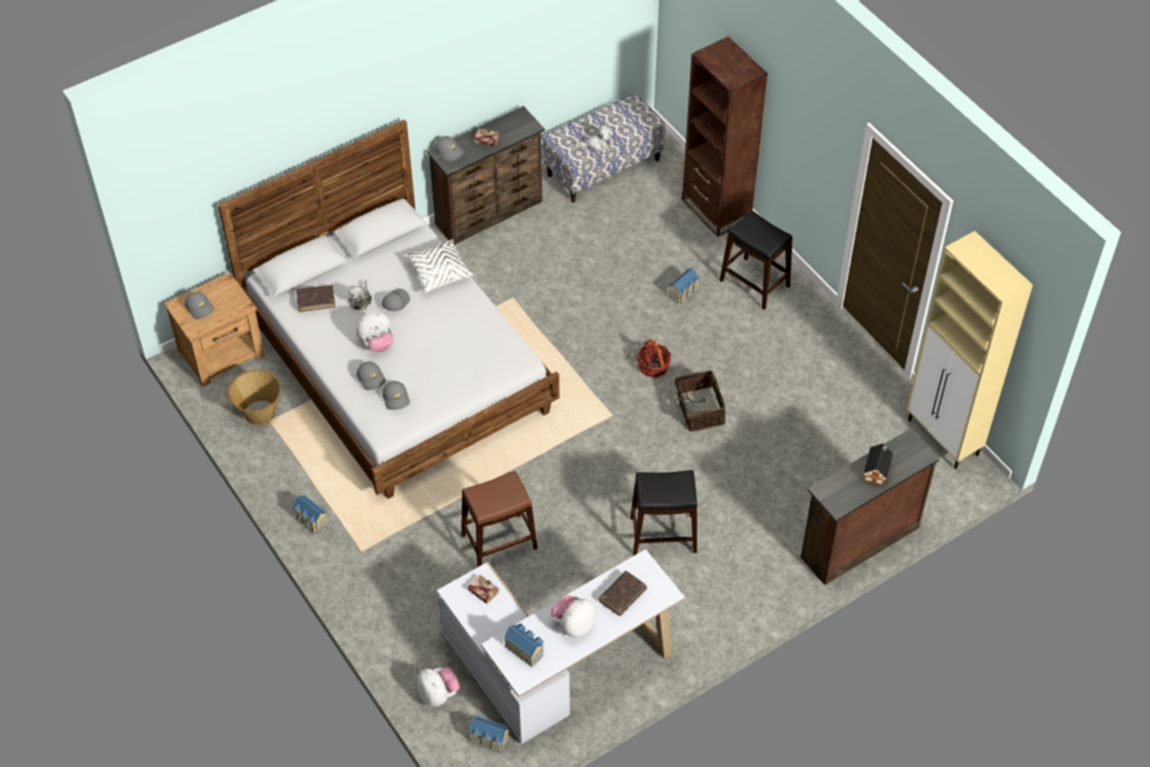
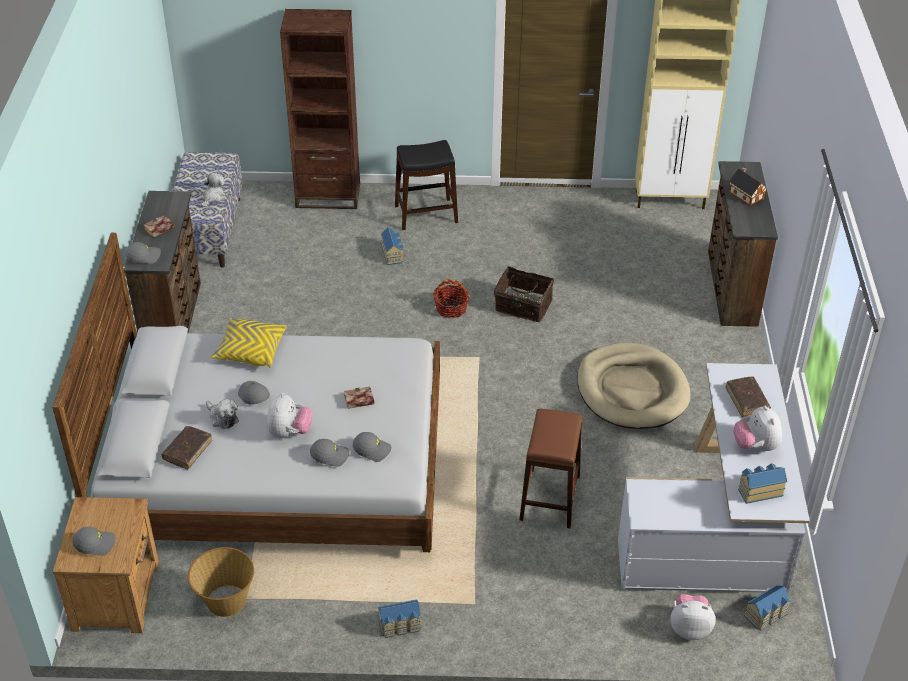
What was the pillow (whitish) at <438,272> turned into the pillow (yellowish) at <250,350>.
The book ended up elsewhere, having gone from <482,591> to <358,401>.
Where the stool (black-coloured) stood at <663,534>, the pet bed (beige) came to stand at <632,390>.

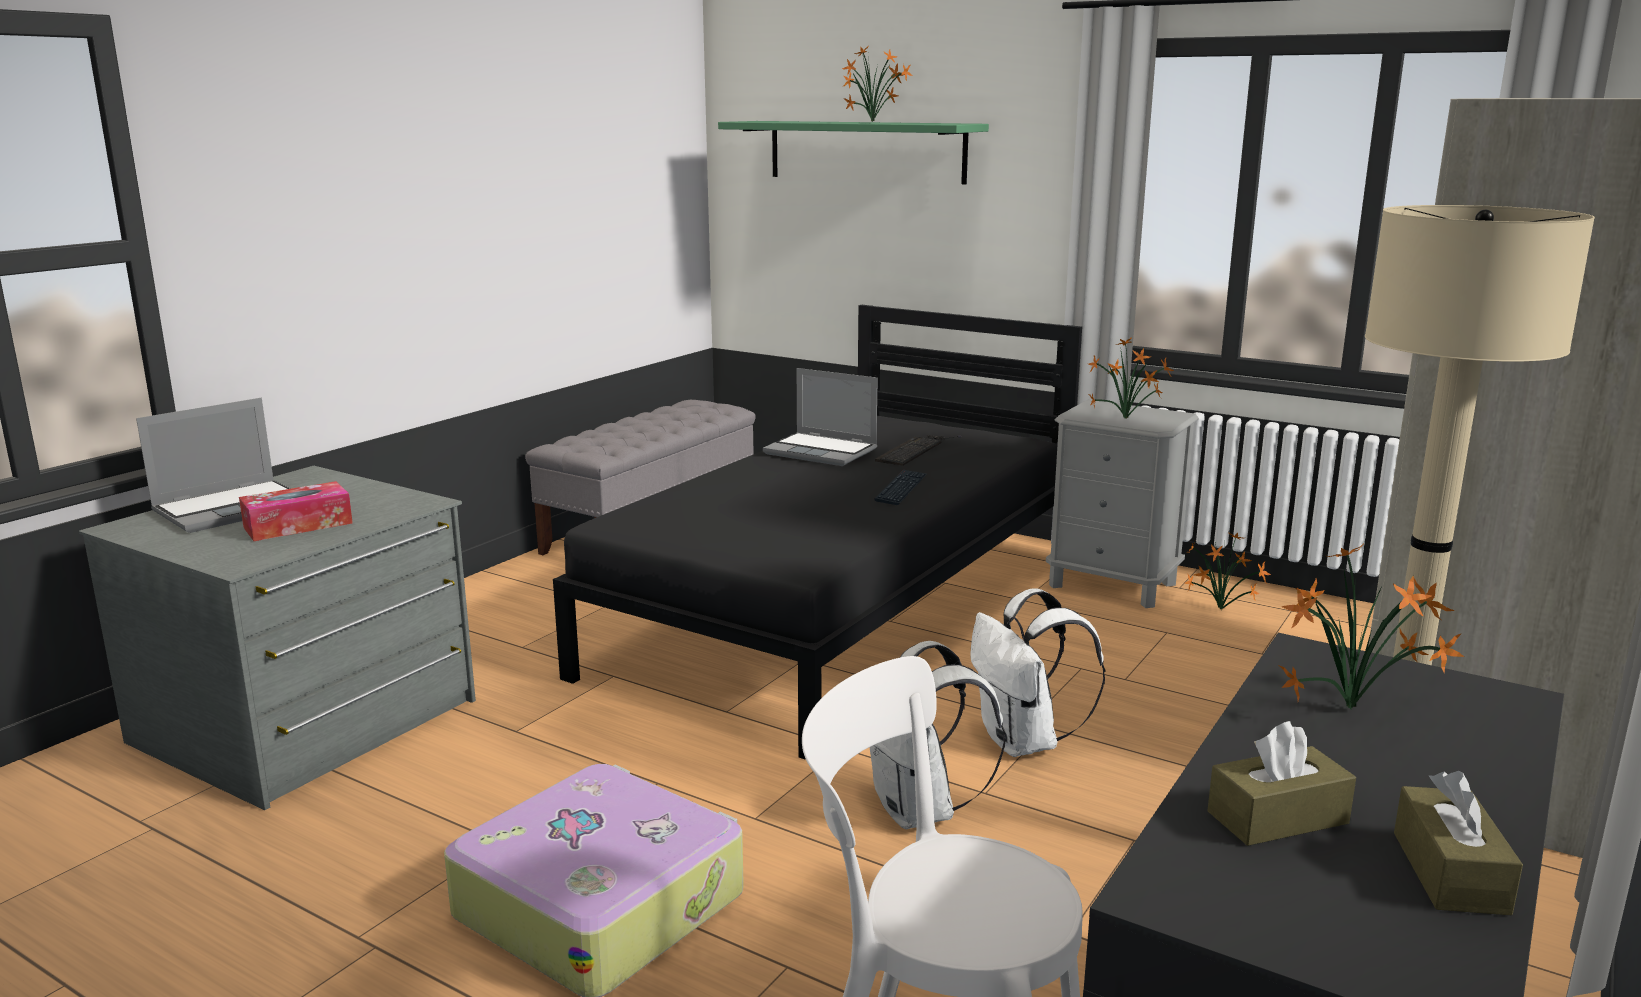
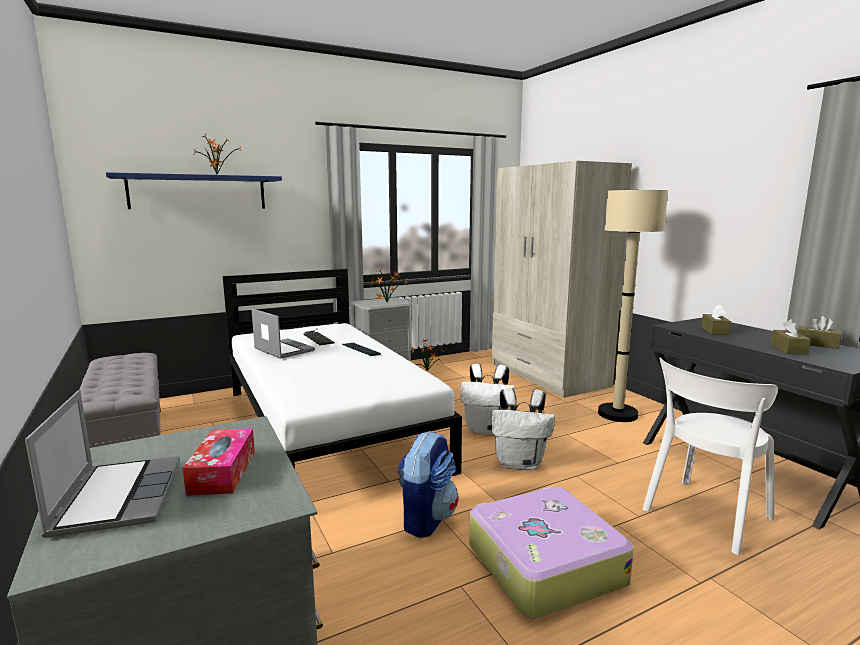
What was the bedroom bed (black-coloured) at <843,613> turned into the bedroom bed (whitish) at <328,427>.
What was the bracket shelf (green-coloured) at <866,151> turned into the bracket shelf (blue-coloured) at <198,192>.
The notebook computer at <822,451> ended up facing another way, 105 degrees counterclockwise from before.
Where the potted plant stood at <1355,710>, the box of tissues (brown) came to stand at <714,330>.
The second view gained the rucksack at <426,518>.

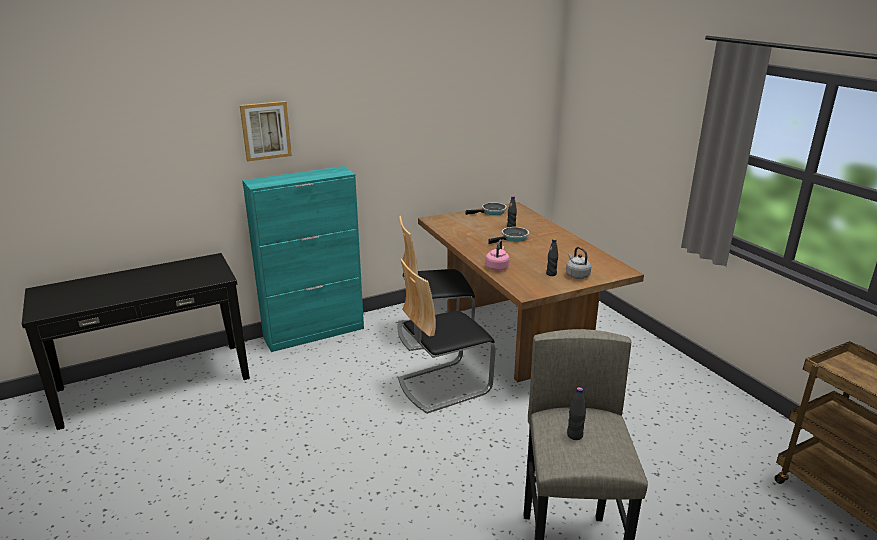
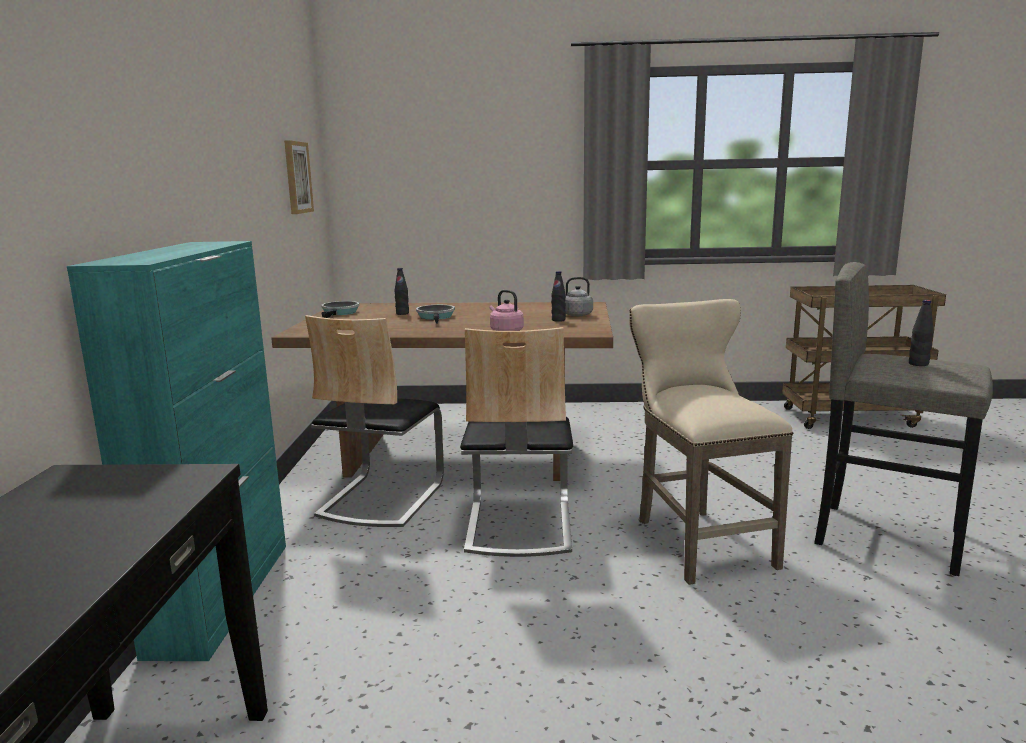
The wall art ended up elsewhere, having gone from <265,130> to <297,177>.
The second view gained the stool (beige) at <698,540>.

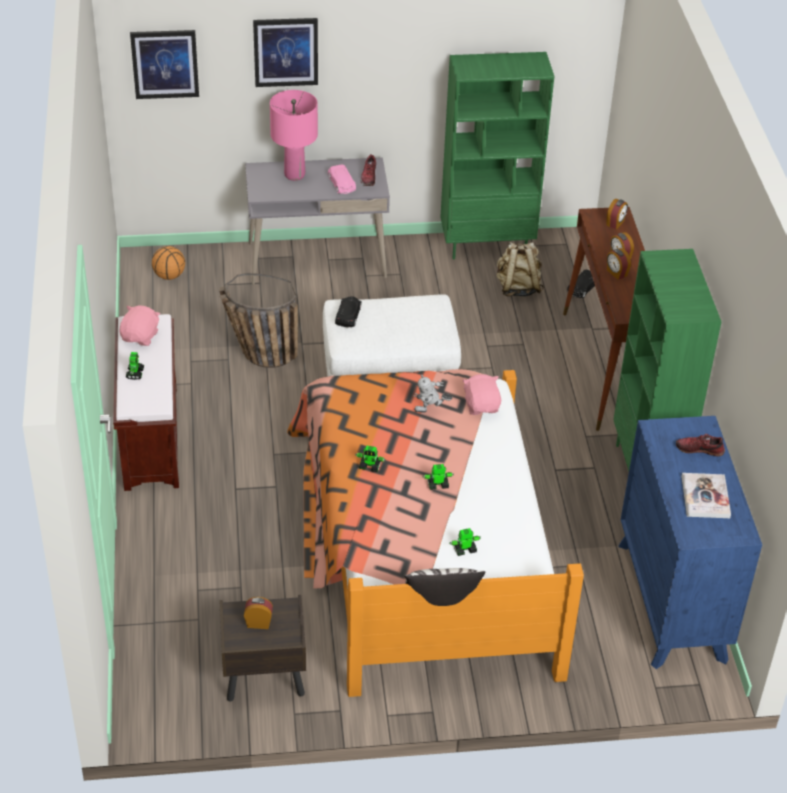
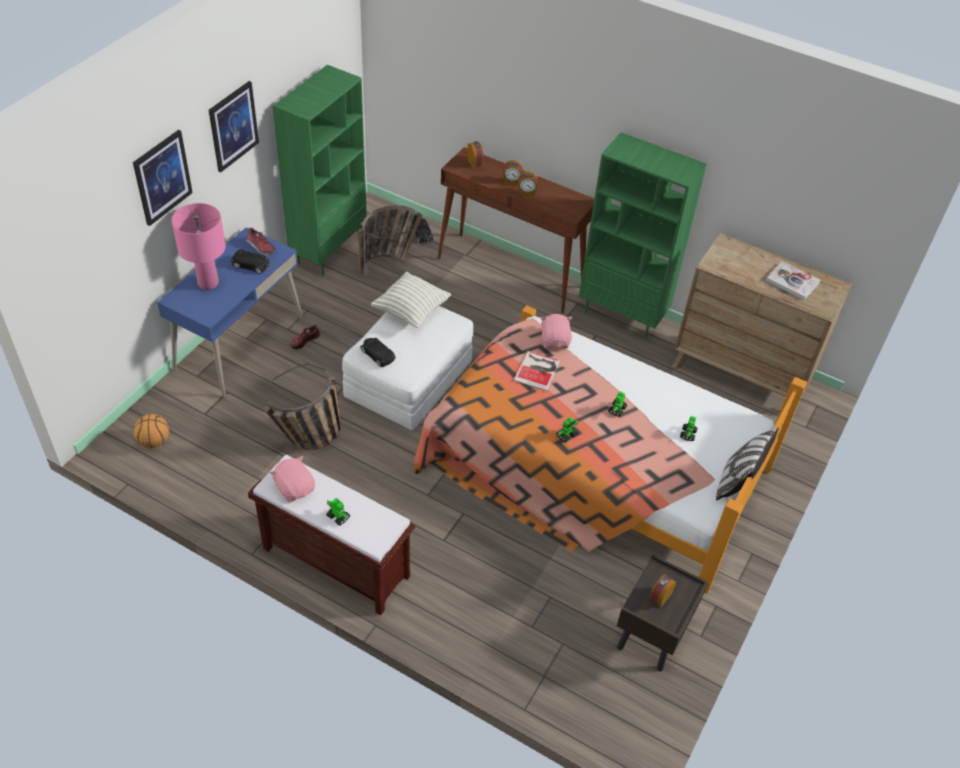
The wall art ended up elsewhere, having gone from <165,64> to <233,126>.
What was the desk unit (greyish) at <317,260> turned into the desk unit (blue-coloured) at <239,345>.
What was the miniature car (pink) at <342,184> turned into the miniature car (black-coloured) at <251,265>.
Where the toy robot stood at <430,412>, the book came to stand at <538,370>.
The cuddly toy (pink) at <481,405> ended up facing another way, 60 degrees clockwise from before.
Where the rucksack (beige) stood at <518,288>, the basket came to stand at <388,263>.
What was the drawer chest (blue-coloured) at <671,601> turned into the drawer chest (brown) at <740,374>.
The item of footwear ended up elsewhere, having gone from <699,449> to <304,341>.
The second view gained the pillow at <411,311>.

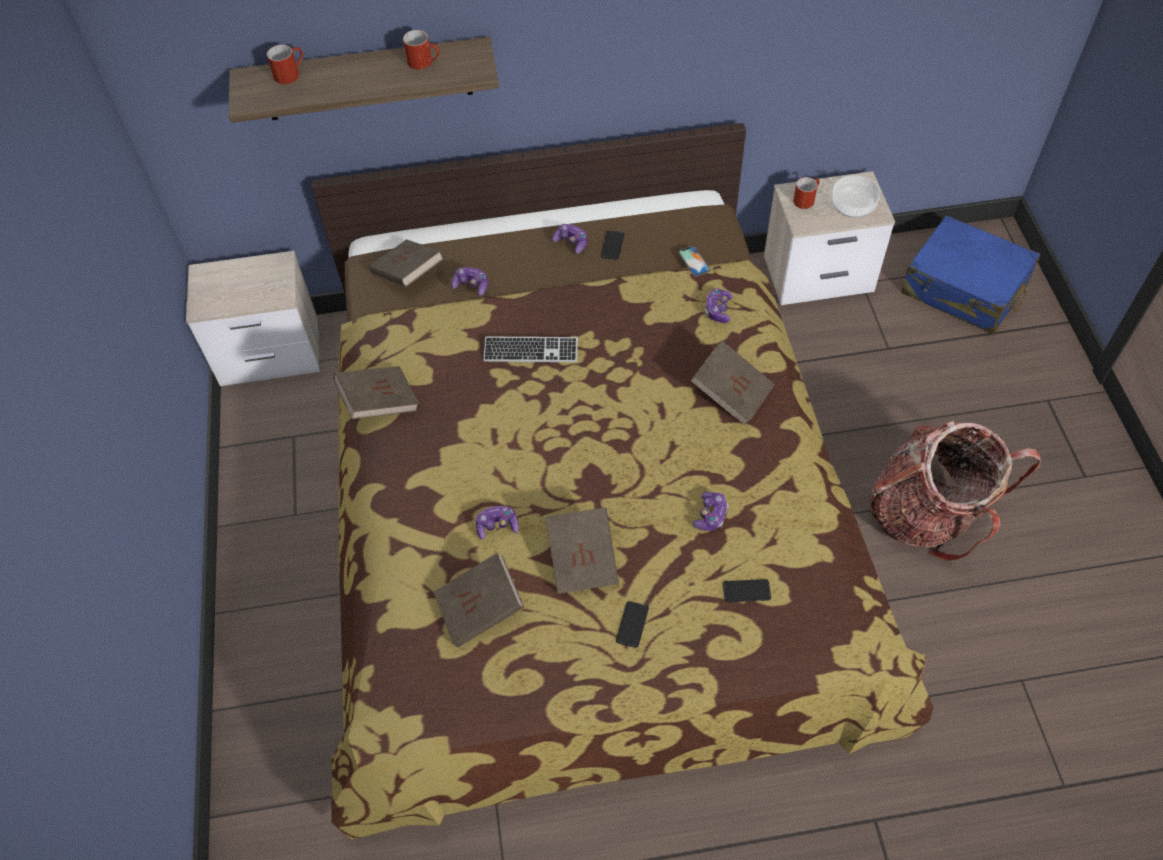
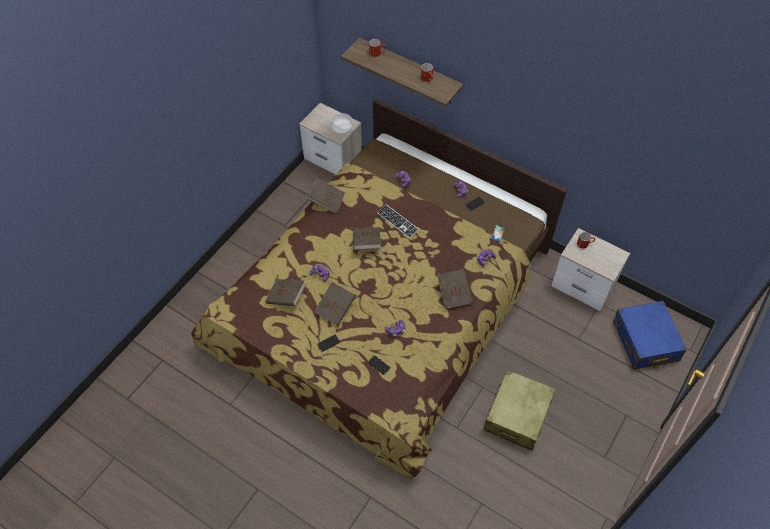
The book (brown) ended up elsewhere, having gone from <408,274> to <367,243>.
The serving bowl ended up elsewhere, having gone from <853,206> to <341,128>.
Where the rucksack stood at <928,514>, the piece of luggage (beige) came to stand at <517,415>.

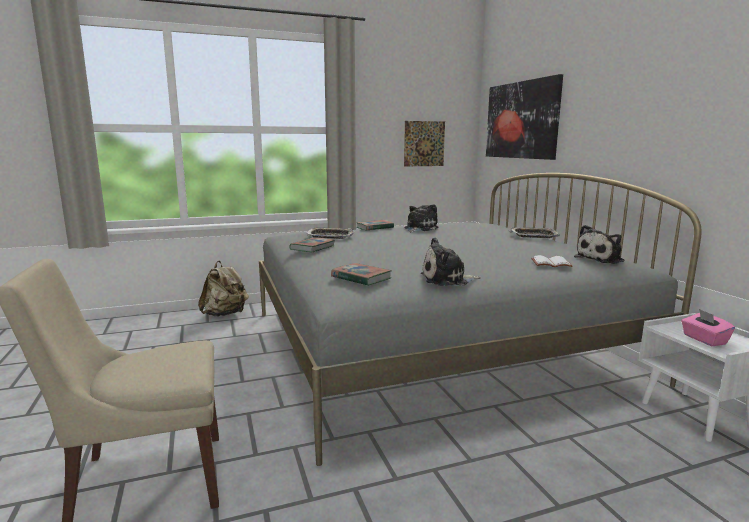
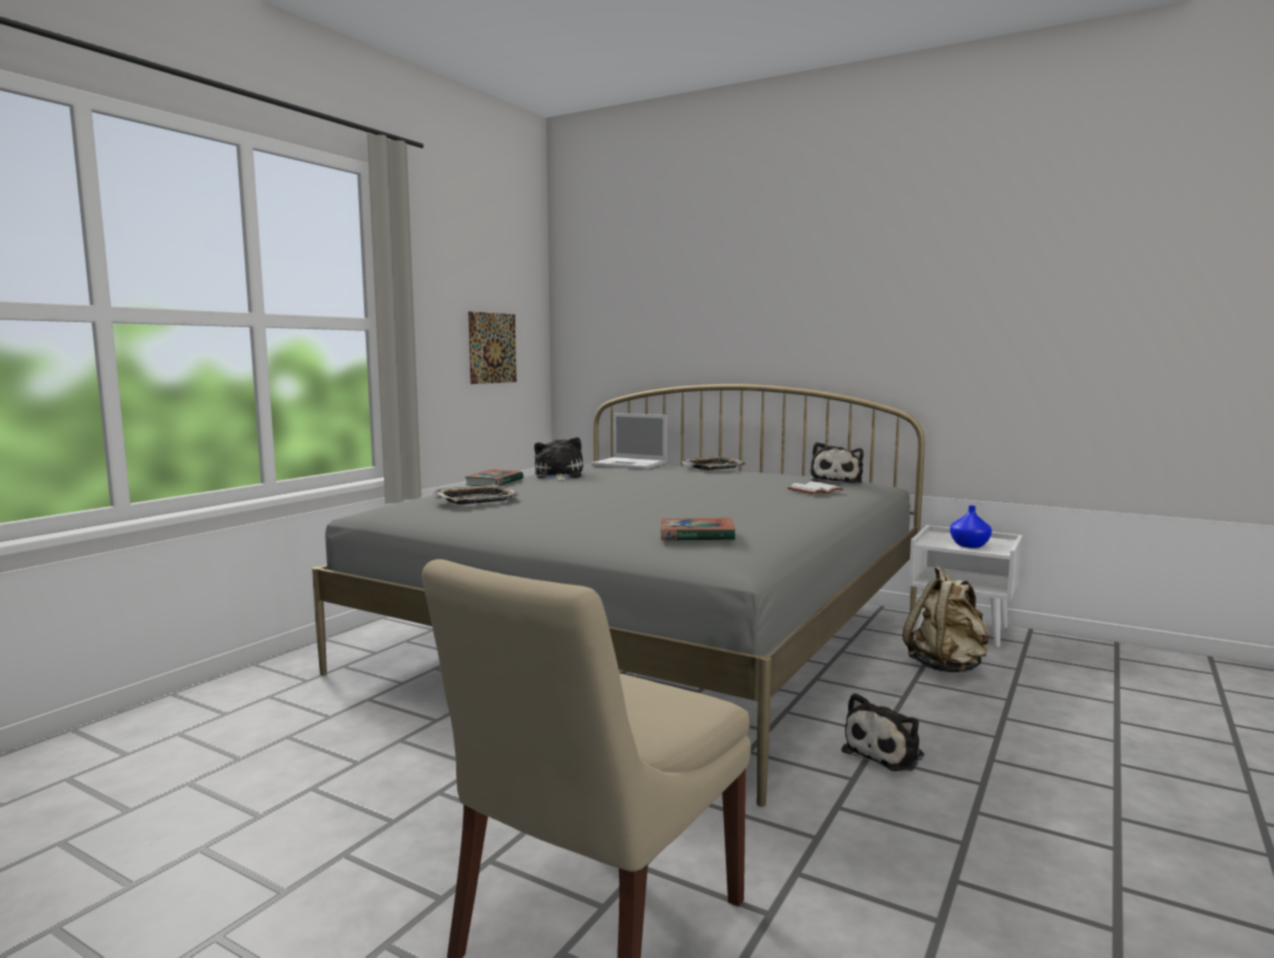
The rucksack (beige) ended up elsewhere, having gone from <225,314> to <947,667>.
The second view lost the book at <312,248>.
The cuddly toy ended up elsewhere, having gone from <447,280> to <886,753>.
The second view lost the wall art at <521,120>.
Where the box of tissues (pink) stood at <704,340>, the vase (blue-coloured) came to stand at <970,545>.
The second view gained the notebook computer at <631,464>.

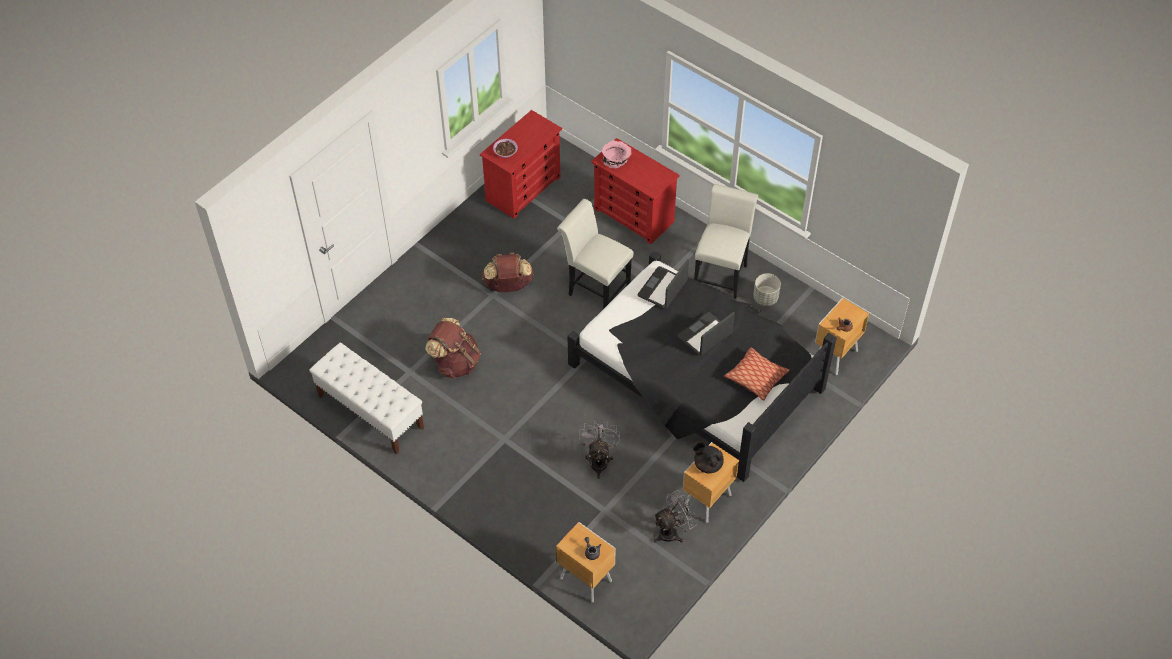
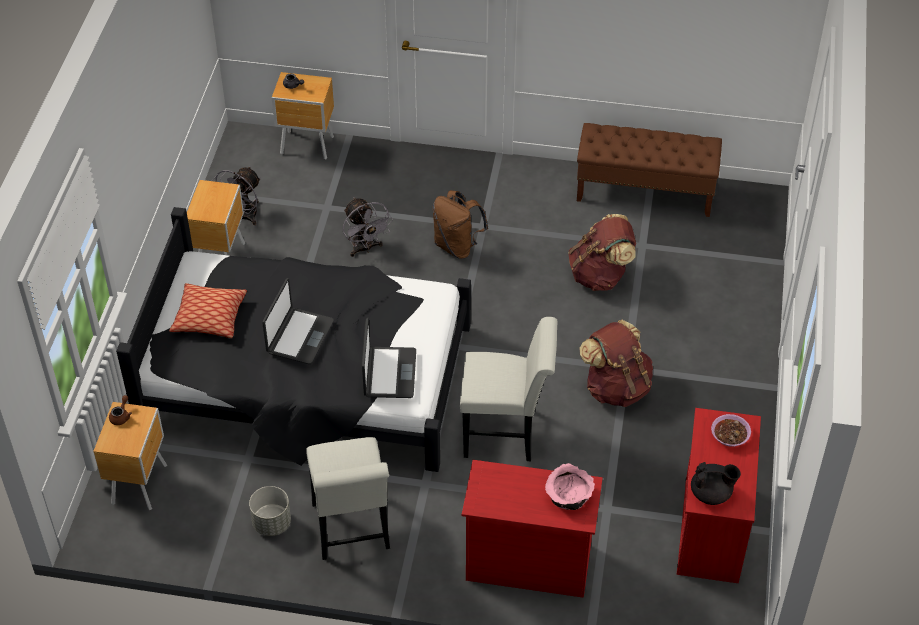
What was the bench (whitish) at <370,412> turned into the bench (brown) at <645,192>.
The tea pot (black-coloured) ended up elsewhere, having gone from <707,464> to <711,494>.
The second view gained the rucksack (brown) at <457,246>.

